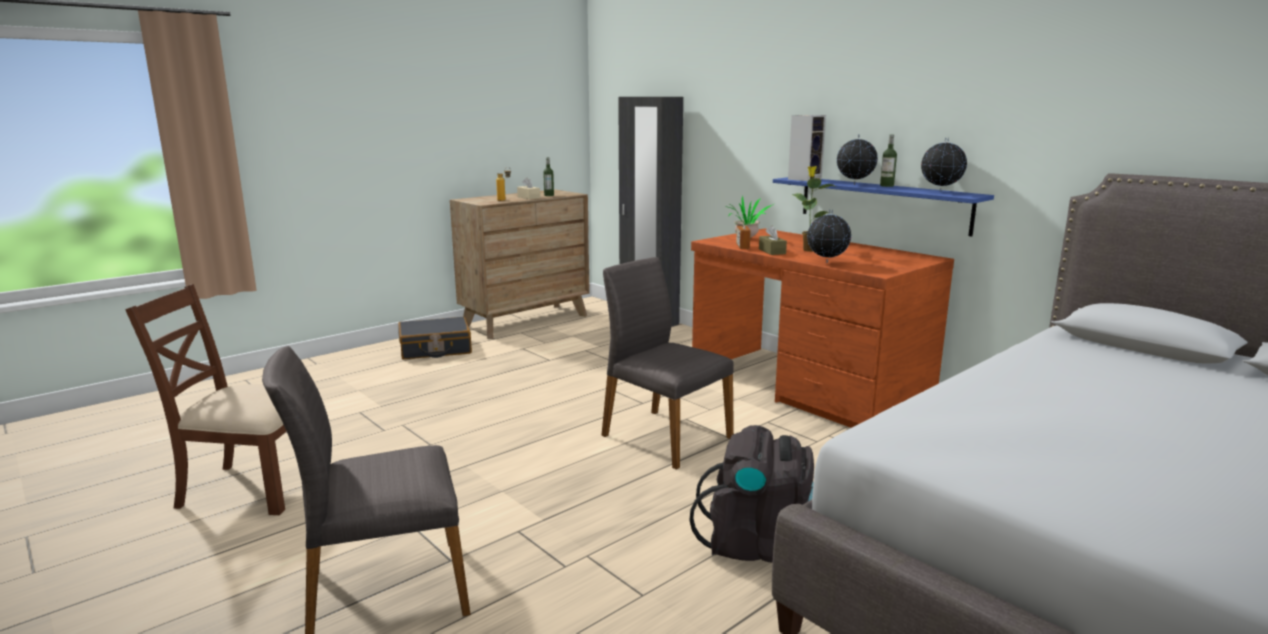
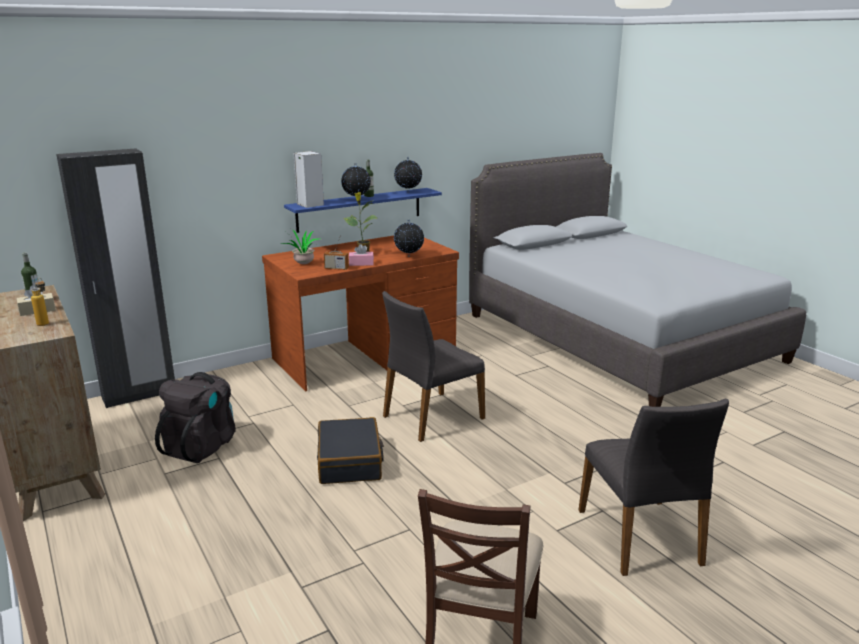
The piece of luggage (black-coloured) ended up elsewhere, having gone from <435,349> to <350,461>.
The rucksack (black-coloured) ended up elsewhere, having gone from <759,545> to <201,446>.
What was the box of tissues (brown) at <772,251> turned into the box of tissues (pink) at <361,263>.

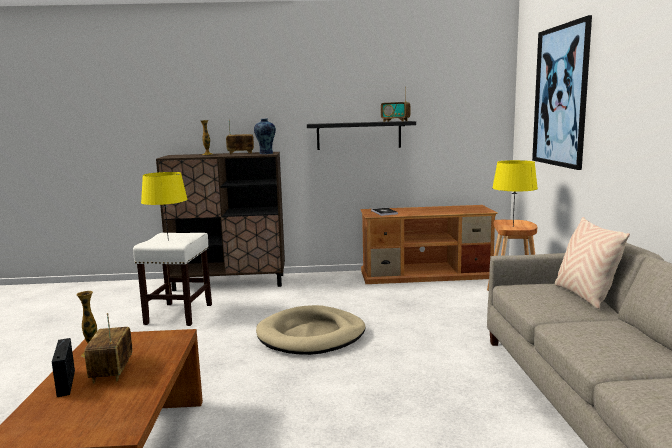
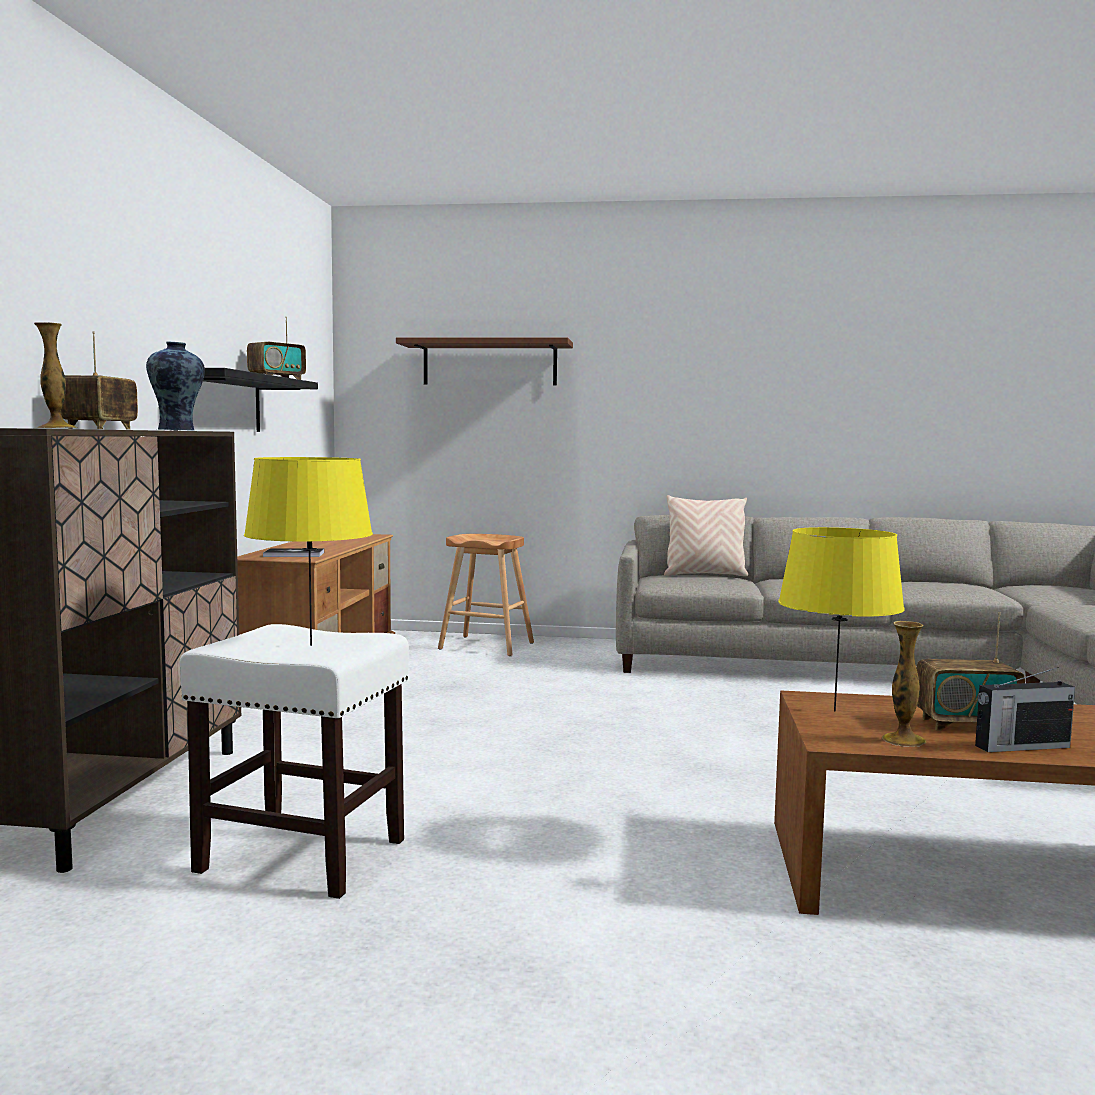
The second view lost the pet bed (beige) at <311,335>.
The tabletop lamp (yellowish) ended up elsewhere, having gone from <513,226> to <834,711>.
Where the wall art hung at <560,96>, the bracket shelf (brown) came to hang at <489,363>.

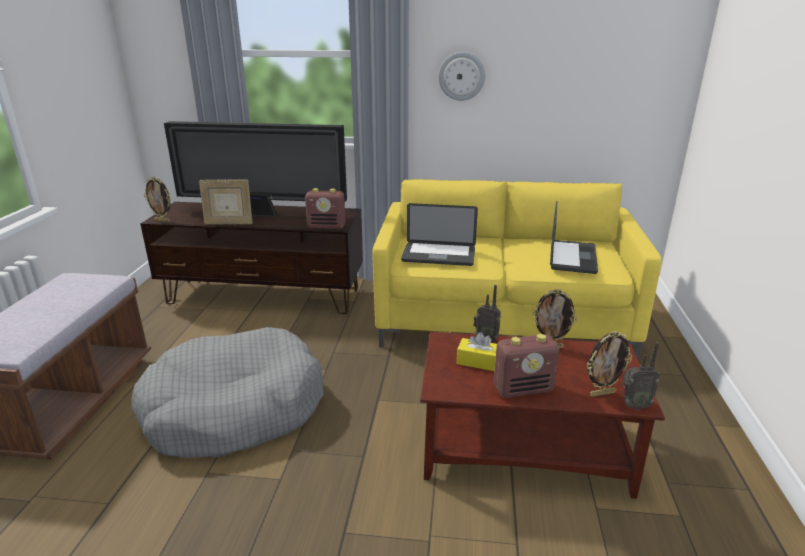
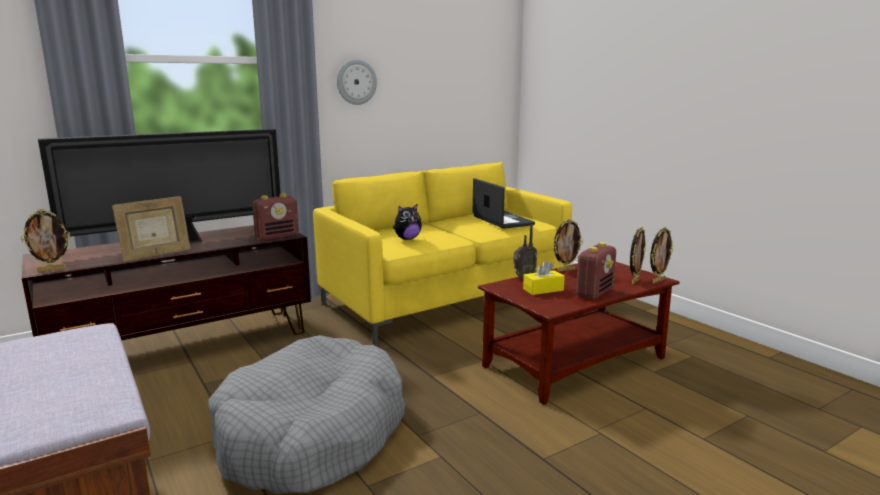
Where the notebook computer stood at <438,255>, the cuddly toy came to stand at <407,239>.
Where the radio set stood at <633,405>, the picture frame came to stand at <658,281>.

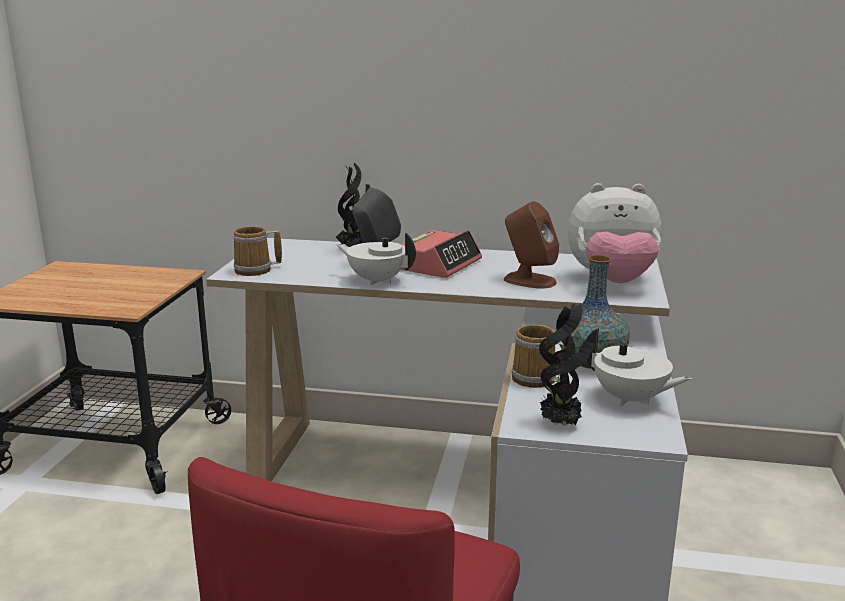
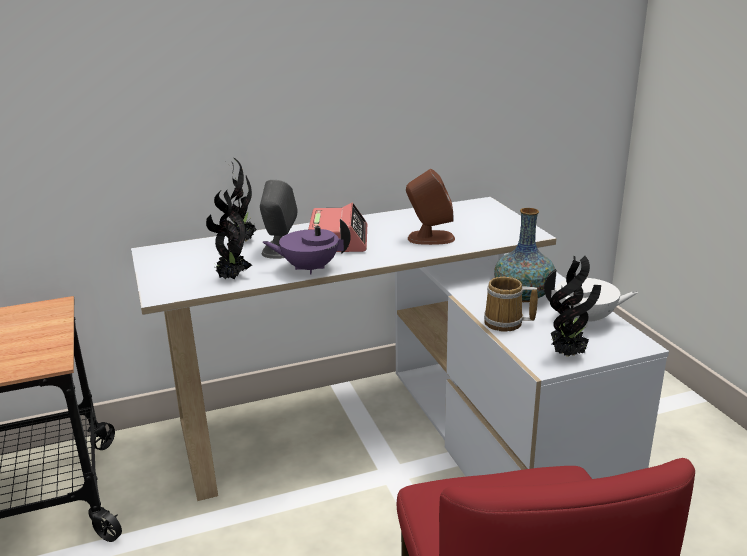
The second view lost the coffee mug at <256,270>.
What was the tea pot (whitish) at <377,280> turned into the tea pot (purple-coloured) at <309,268>.
The second view lost the cuddly toy at <612,282>.
The second view gained the potted plant at <231,278>.

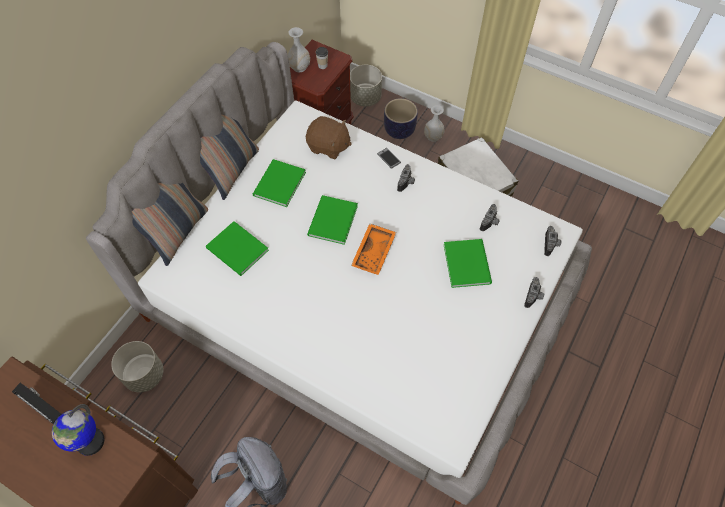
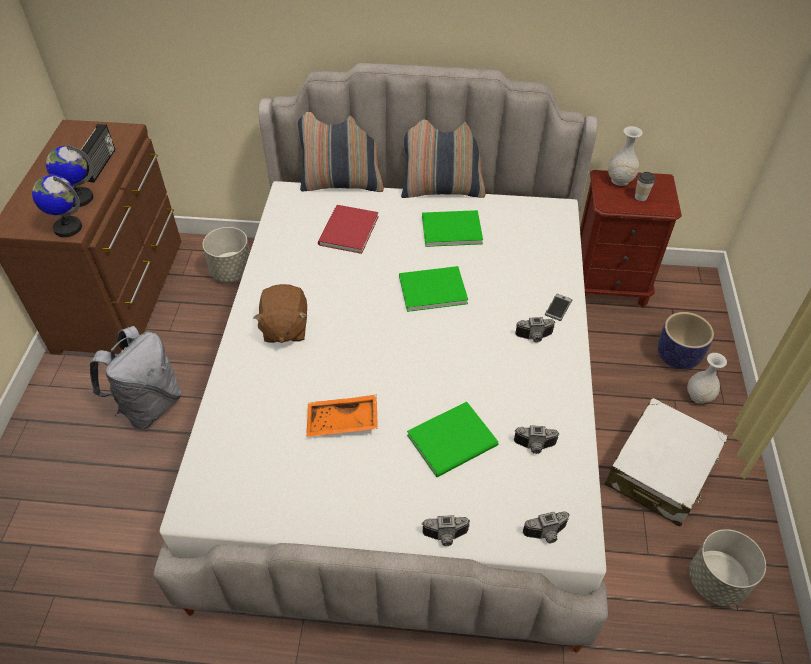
What was the book (green-coloured) at <237,251> turned into the book (reddish) at <346,231>.
The cuddly toy (brown) ended up elsewhere, having gone from <328,147> to <284,328>.
The planter (greyish) ended up elsewhere, having gone from <365,98> to <716,581>.
The tray (orange-coloured) ended up elsewhere, having gone from <374,253> to <342,422>.
The second view gained the globe at <68,227>.

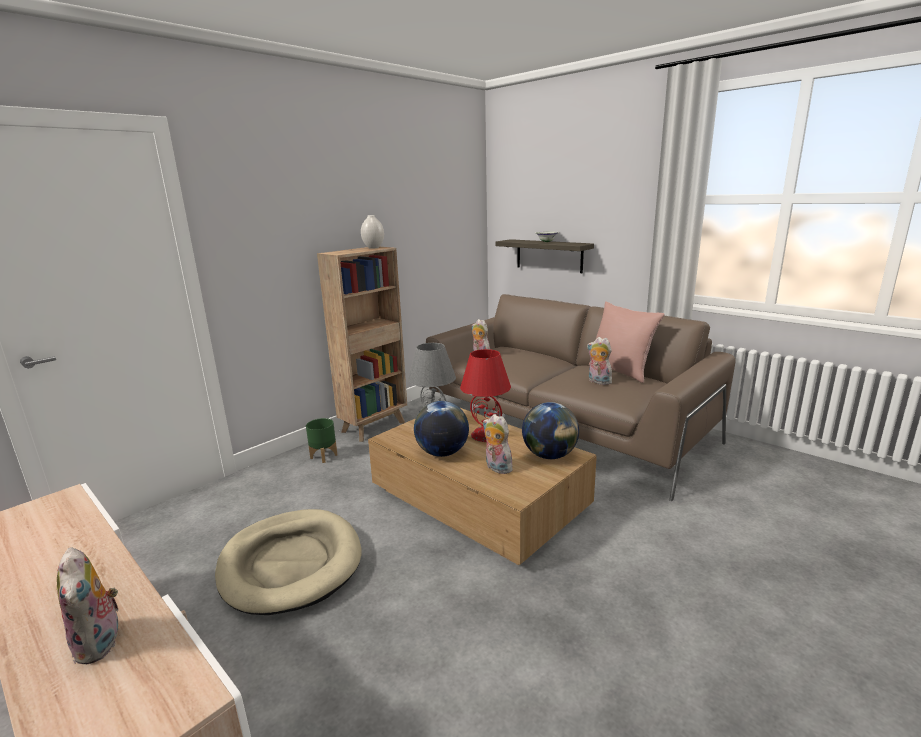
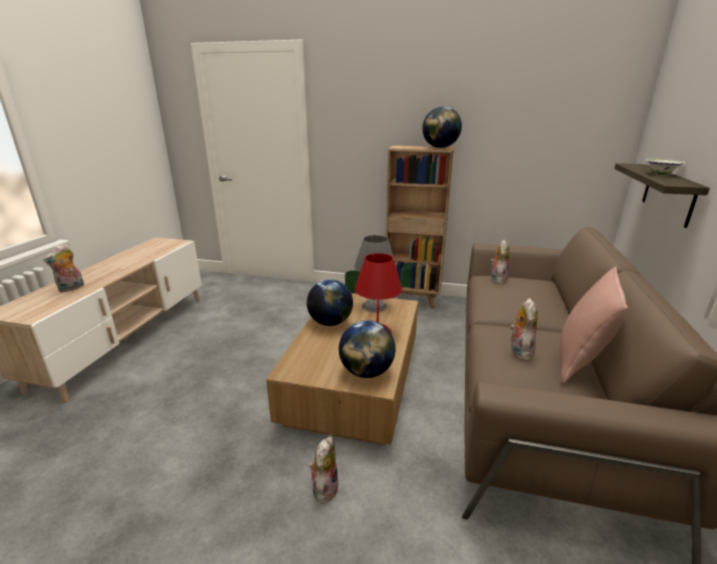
The second view lost the pet bed (beige) at <291,563>.
Where the vase (whitish) stood at <373,248>, the globe came to stand at <440,147>.
The cuddly toy ended up elsewhere, having gone from <496,468> to <324,488>.

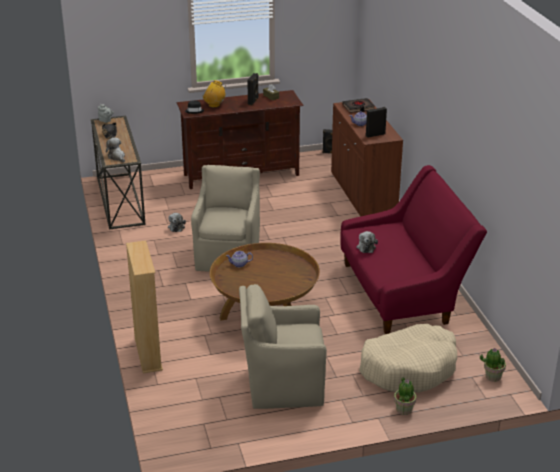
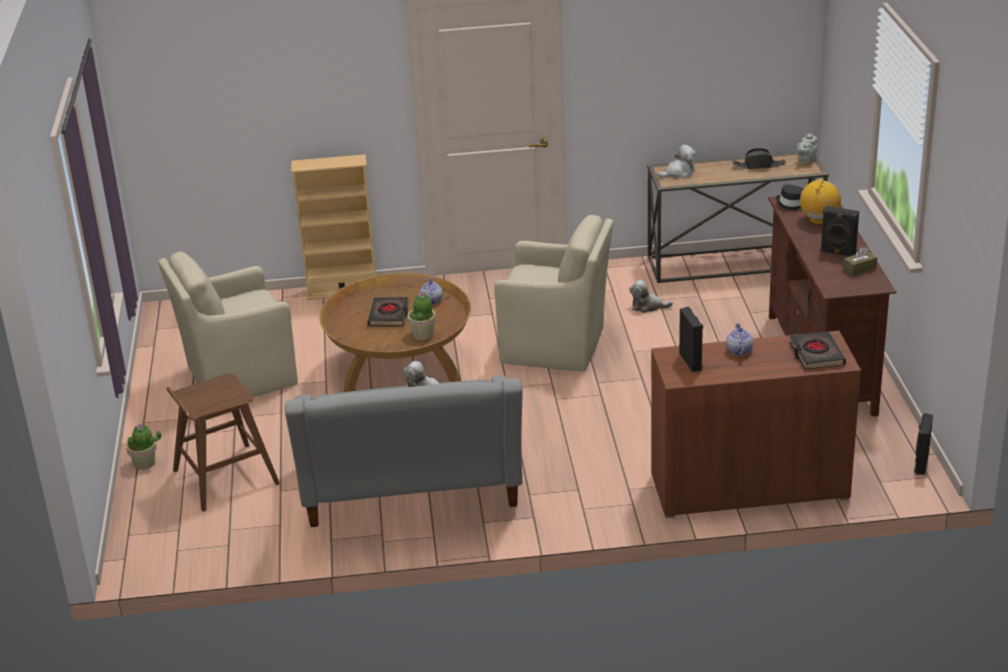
The easy chair (beige) at <282,386> ended up facing another way, 120 degrees counterclockwise from before.
What was the settee (reddish) at <403,291> turned into the settee (greyish) at <412,494>.
Where the pet bed (beige) stood at <409,368>, the stool (brown) came to stand at <224,477>.
The potted plant ended up elsewhere, having gone from <492,376> to <423,334>.
The second view gained the book (black-coloured) at <389,315>.

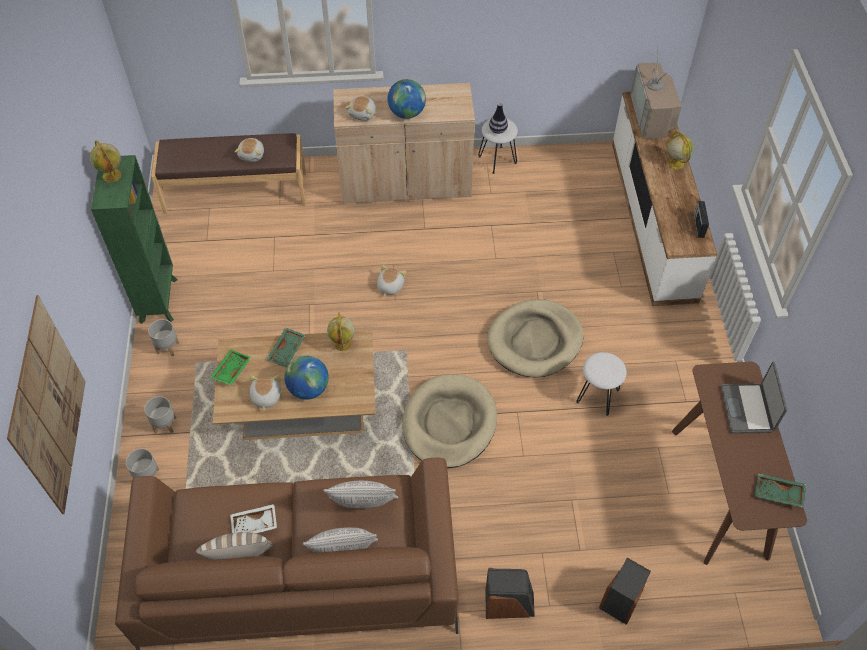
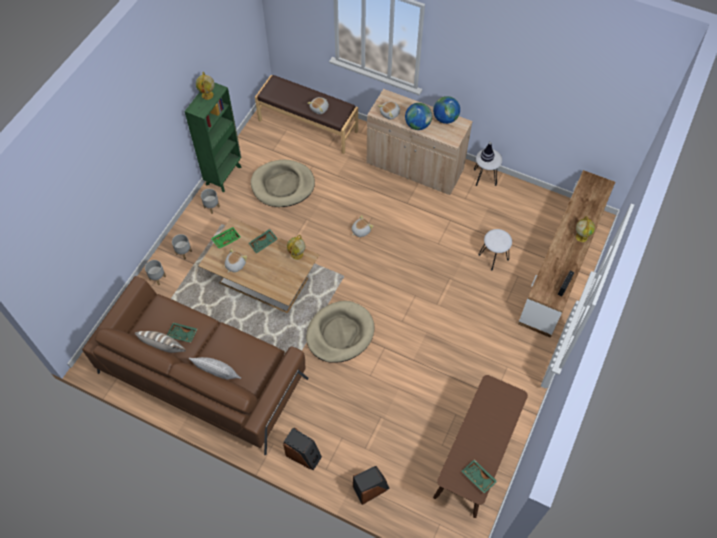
The second view lost the wall art at <48,407>.
What was the tray (whitish) at <254,525> turned into the tray (green-coloured) at <182,335>.
The globe ended up elsewhere, having gone from <308,389> to <445,118>.
The second view lost the pillow at <363,507>.
The pet bed (beige) ended up elsewhere, having gone from <535,341> to <283,185>.
The stool (whitish) ended up elsewhere, having gone from <597,396> to <493,257>.
The second view lost the TV at <652,116>.
The second view lost the notebook computer at <748,409>.

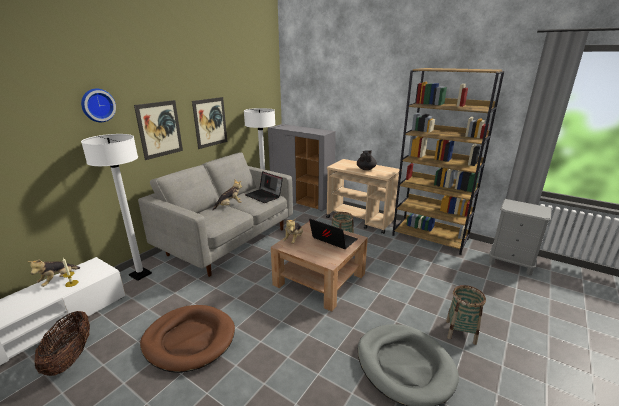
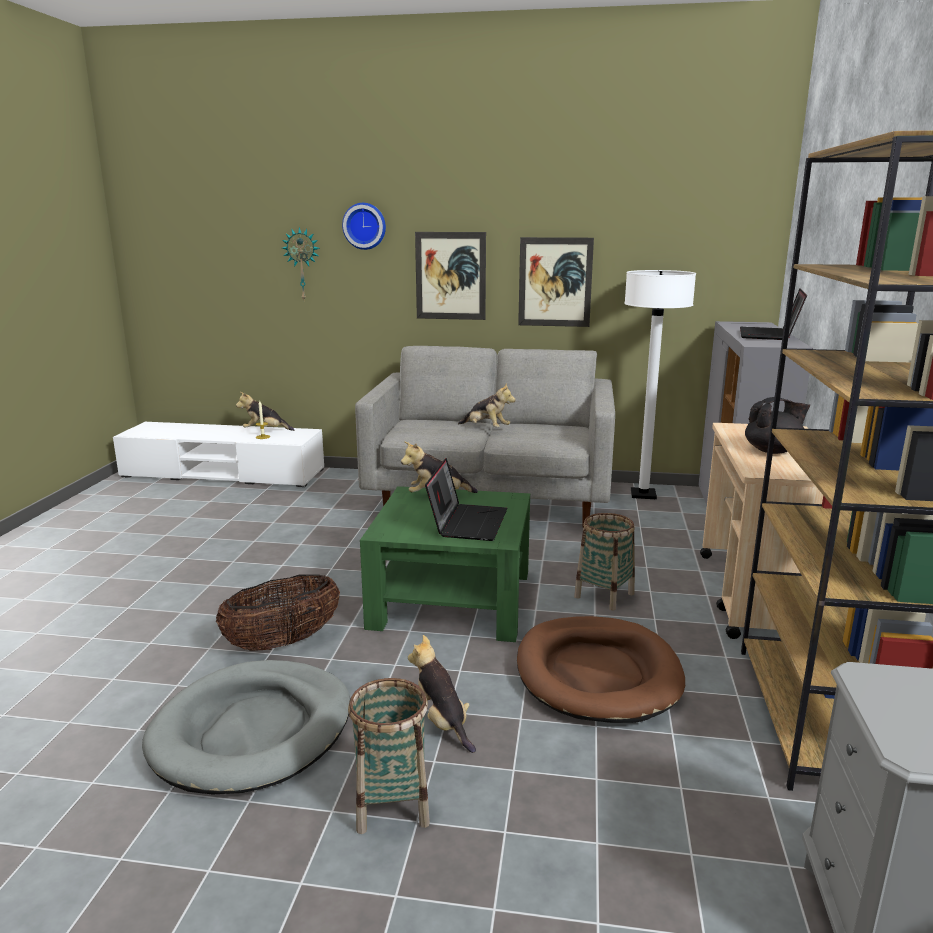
The basket ended up elsewhere, having gone from <70,357> to <283,642>.
The second view lost the standard lamp (whitish) at <140,274>.
The pet bed (brown) ended up elsewhere, having gone from <189,339> to <597,674>.
The notebook computer ended up elsewhere, having gone from <264,196> to <769,335>.
What was the coffee table (brown) at <319,279> turned into the coffee table (green-coloured) at <452,599>.
The second view gained the wall clock at <302,264>.
The second view gained the cuddly toy at <442,722>.

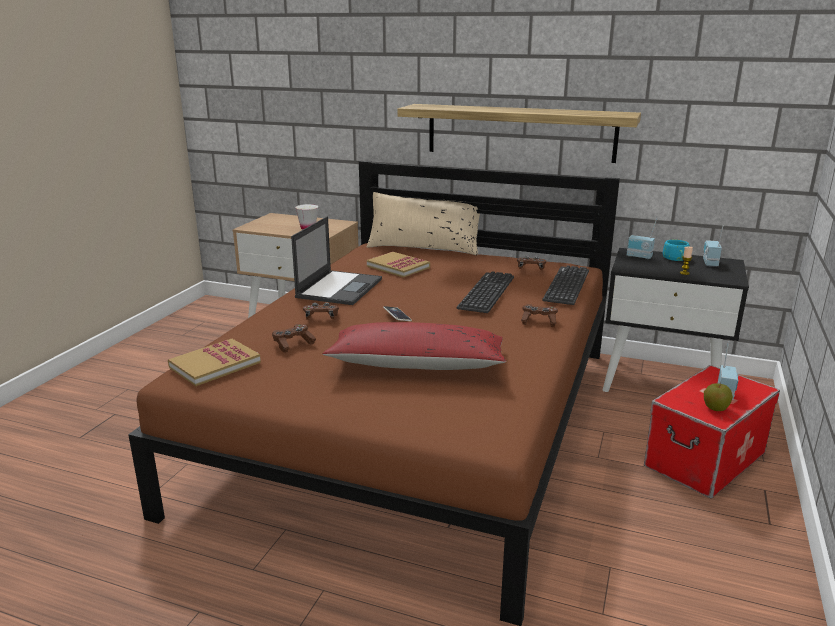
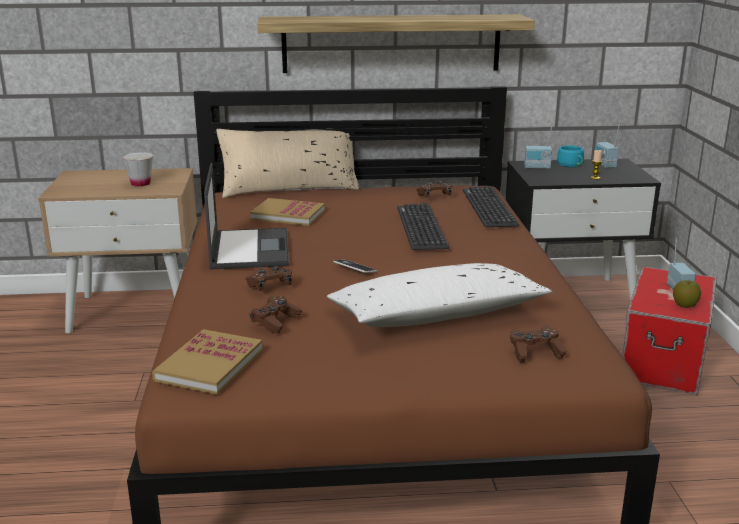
What was the pillow (reddish) at <417,364> turned into the pillow (whitish) at <436,316>.
The joypad (brown) ended up elsewhere, having gone from <539,321> to <535,353>.

